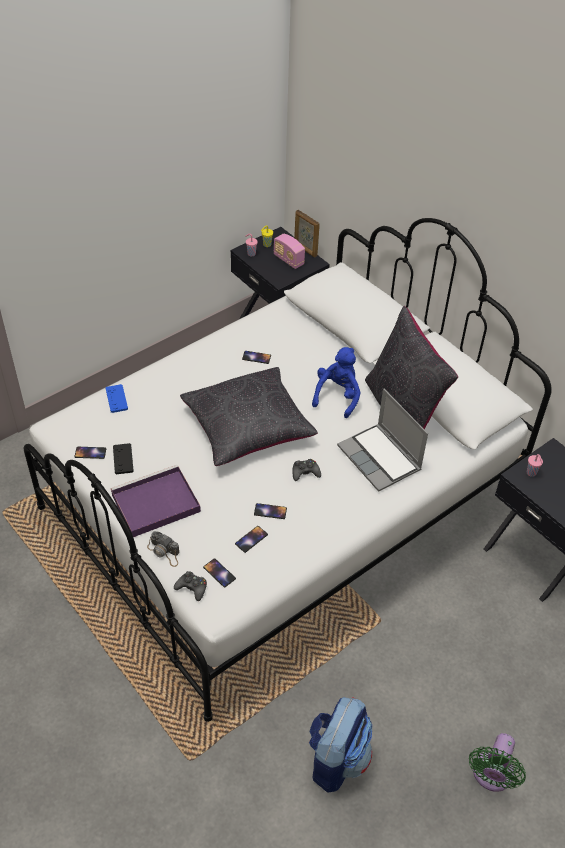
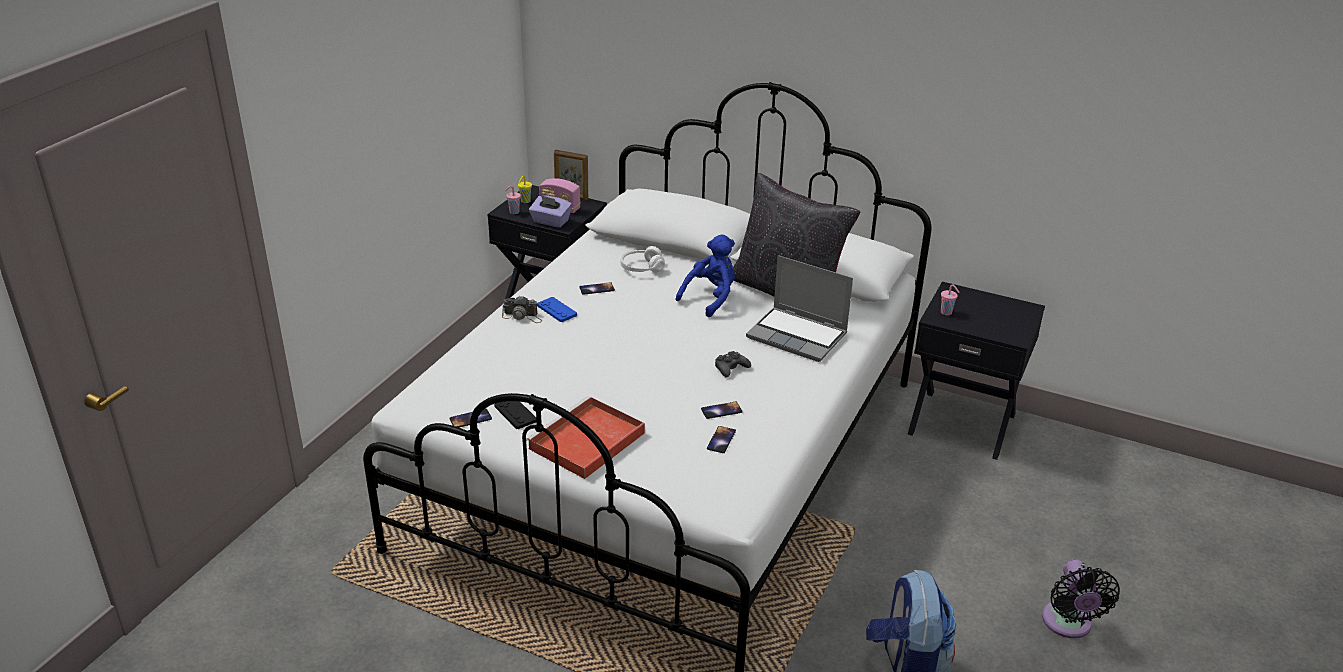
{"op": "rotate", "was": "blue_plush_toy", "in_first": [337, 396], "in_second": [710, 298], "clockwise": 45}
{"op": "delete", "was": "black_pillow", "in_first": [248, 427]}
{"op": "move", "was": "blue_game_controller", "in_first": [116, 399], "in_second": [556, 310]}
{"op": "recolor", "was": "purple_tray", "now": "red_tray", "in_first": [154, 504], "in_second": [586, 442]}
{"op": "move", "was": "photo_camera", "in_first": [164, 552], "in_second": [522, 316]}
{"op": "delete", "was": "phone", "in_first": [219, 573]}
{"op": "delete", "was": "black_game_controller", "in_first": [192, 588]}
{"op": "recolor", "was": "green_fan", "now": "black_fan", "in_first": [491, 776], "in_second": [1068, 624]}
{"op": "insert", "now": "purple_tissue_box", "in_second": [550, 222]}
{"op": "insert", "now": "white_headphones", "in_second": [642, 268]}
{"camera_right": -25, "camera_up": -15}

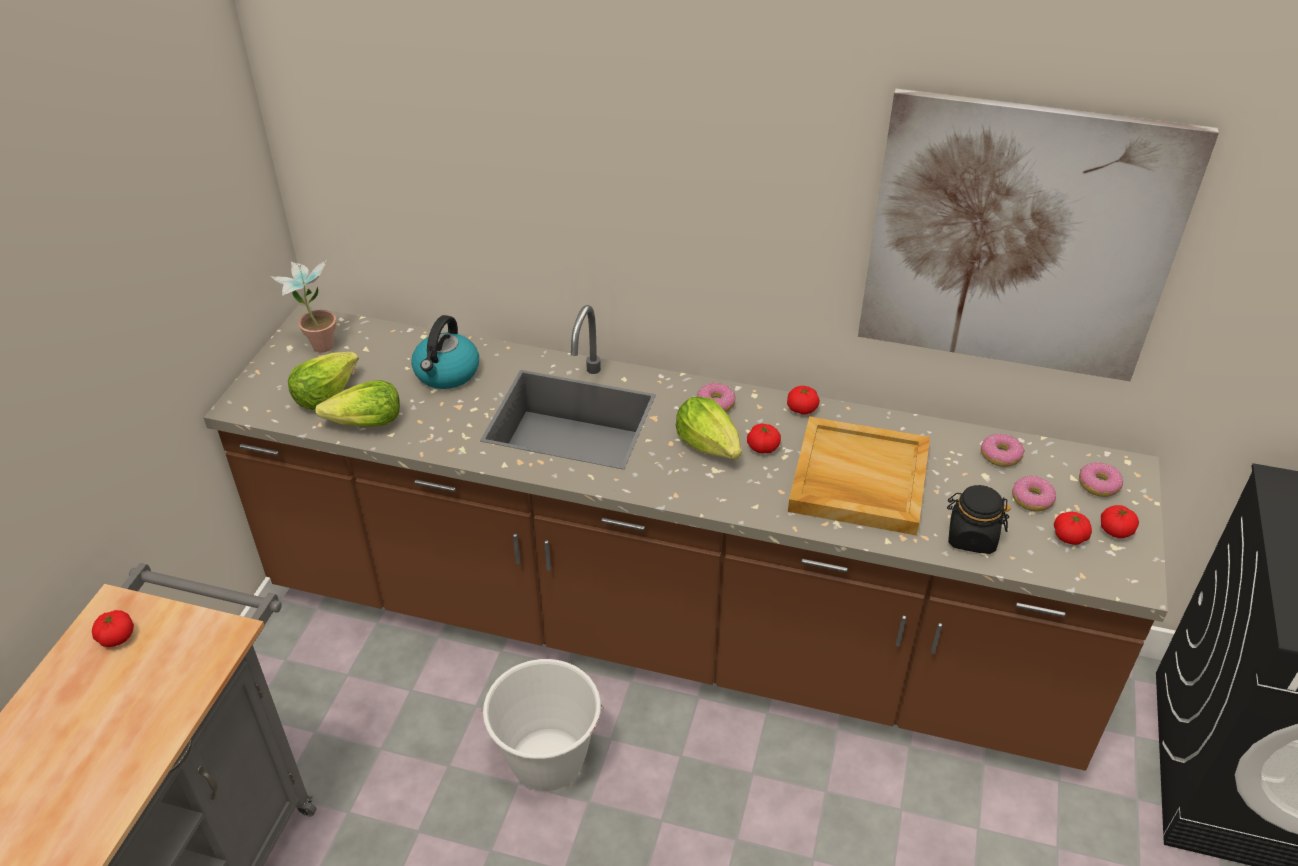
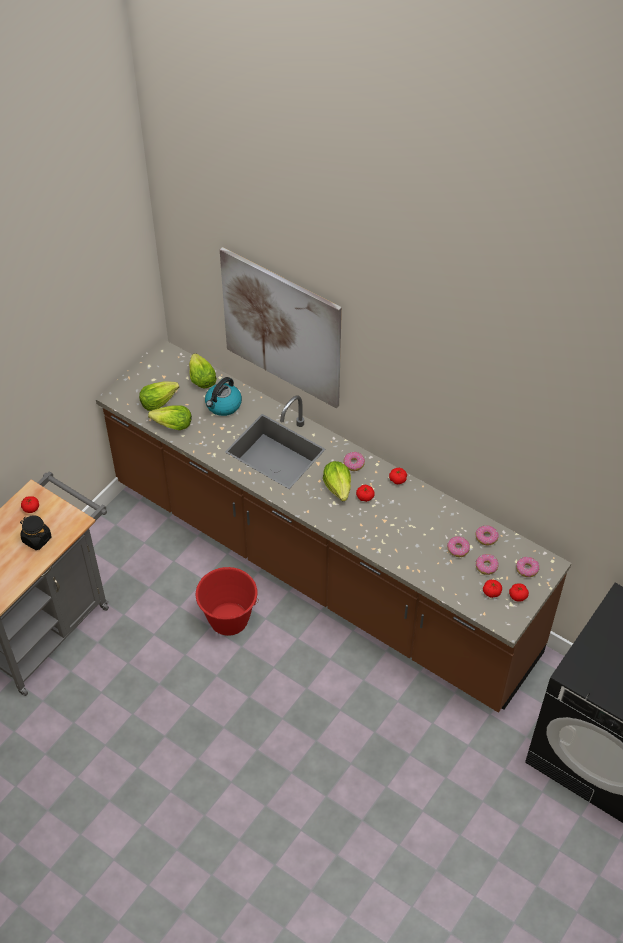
{"op": "move", "was": "picture", "in_first": [1019, 240], "in_second": [282, 328]}
{"op": "delete", "was": "potted_plant", "in_first": [318, 343]}
{"op": "delete", "was": "beige_tray", "in_first": [858, 480]}
{"op": "move", "was": "black_jar", "in_first": [971, 537], "in_second": [36, 539]}
{"op": "recolor", "was": "white_bucket", "now": "red_bucket", "in_first": [547, 761], "in_second": [228, 620]}
{"op": "insert", "now": "lettuce", "in_second": [201, 379]}
{"op": "insert", "now": "donut", "in_second": [458, 549]}
{"camera_right": 20, "camera_up": 10}

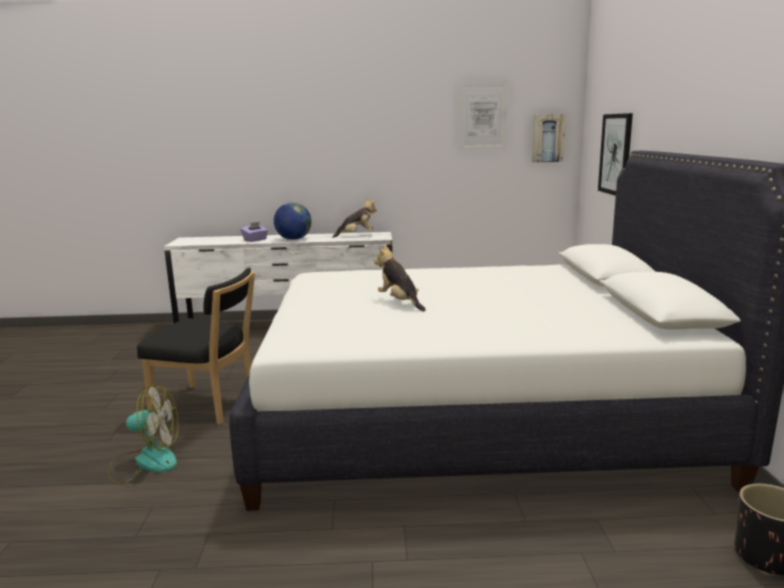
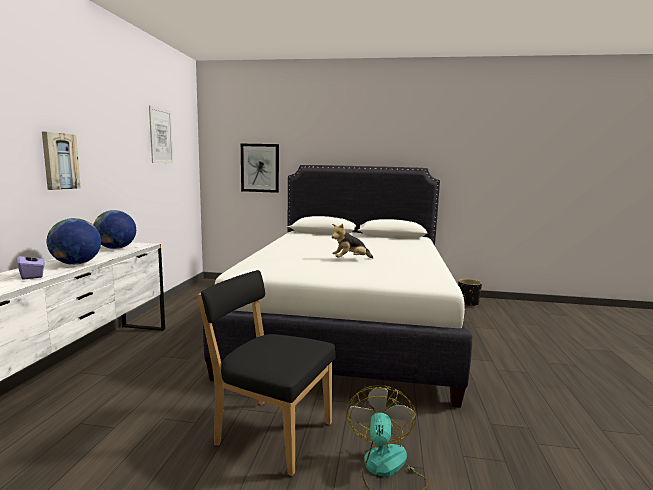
{"op": "move", "was": "picture", "in_first": [547, 138], "in_second": [59, 161]}
{"op": "replace", "was": "plush_toy", "now": "globe", "in_first": [357, 236], "in_second": [116, 248]}
{"op": "rotate", "was": "black_chair", "in_first": [209, 406], "in_second": [270, 432], "clockwise": -90}
{"camera_right": -80, "camera_up": -5}

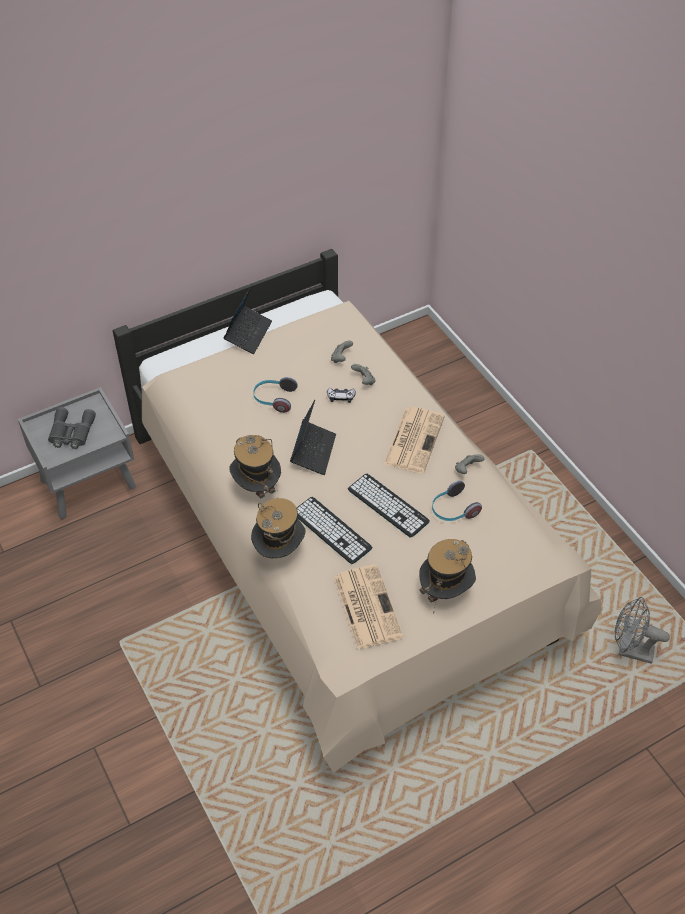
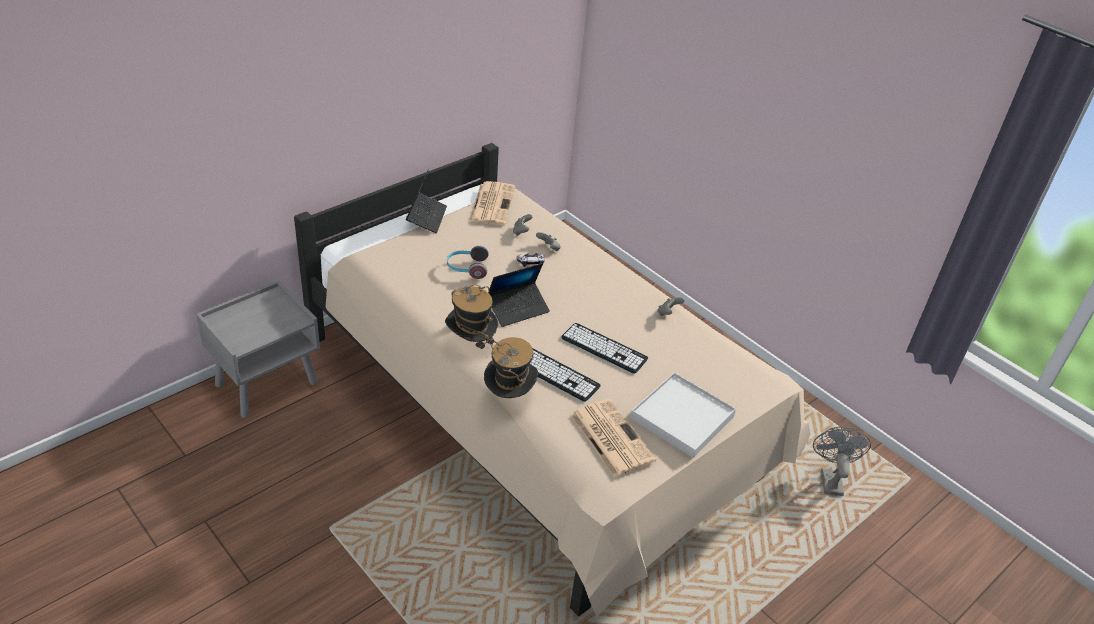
{"op": "rotate", "was": "laptop", "in_first": [313, 451], "in_second": [518, 309], "clockwise": 60}
{"op": "delete", "was": "grey_binoculars", "in_first": [71, 433]}
{"op": "move", "was": "newspaper", "in_first": [414, 439], "in_second": [492, 203]}
{"op": "delete", "was": "headphones", "in_first": [453, 510]}
{"op": "replace", "was": "hat", "now": "white_tray", "in_first": [445, 592], "in_second": [682, 417]}
{"op": "rotate", "was": "grey_fan", "in_first": [630, 650], "in_second": [830, 479], "clockwise": 90}
{"camera_right": -15, "camera_up": -10}

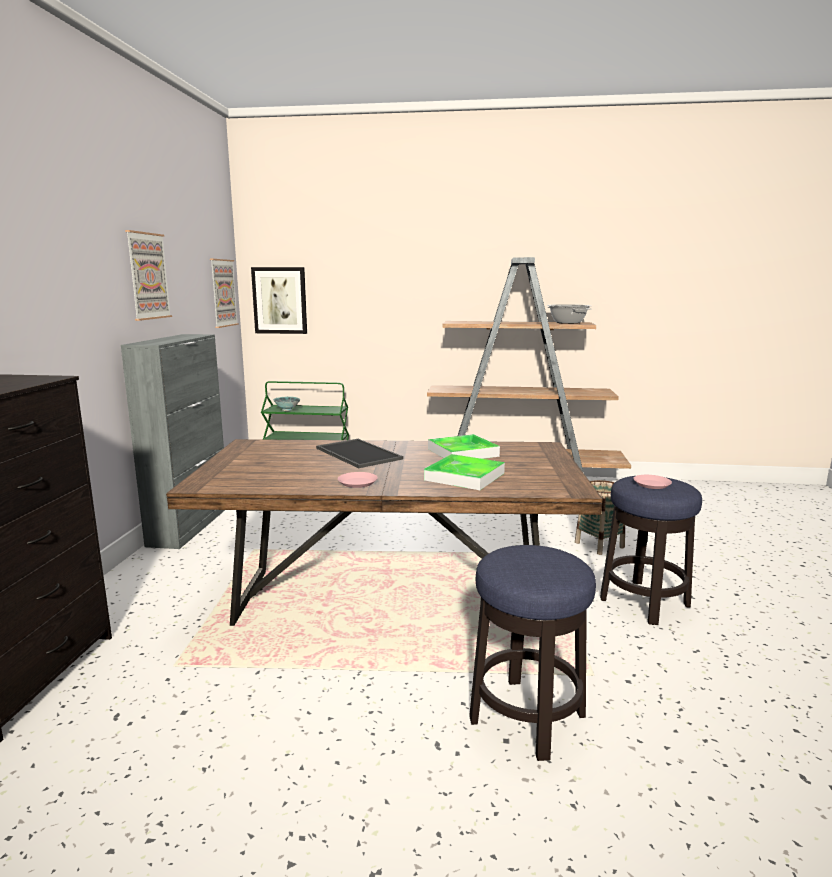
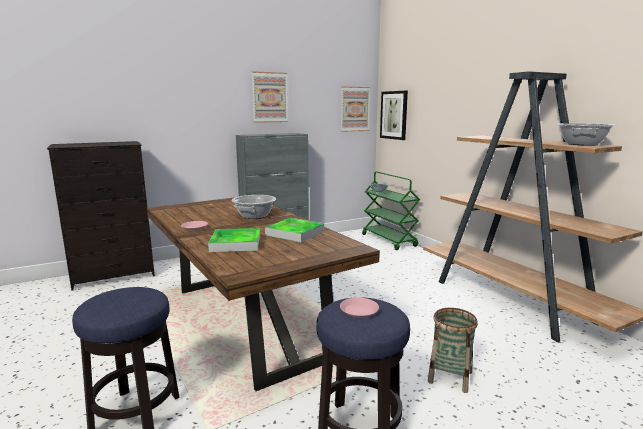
{"op": "replace", "was": "tray", "now": "cooking_pot", "in_first": [356, 453], "in_second": [254, 216]}
{"camera_right": 55, "camera_up": 0}

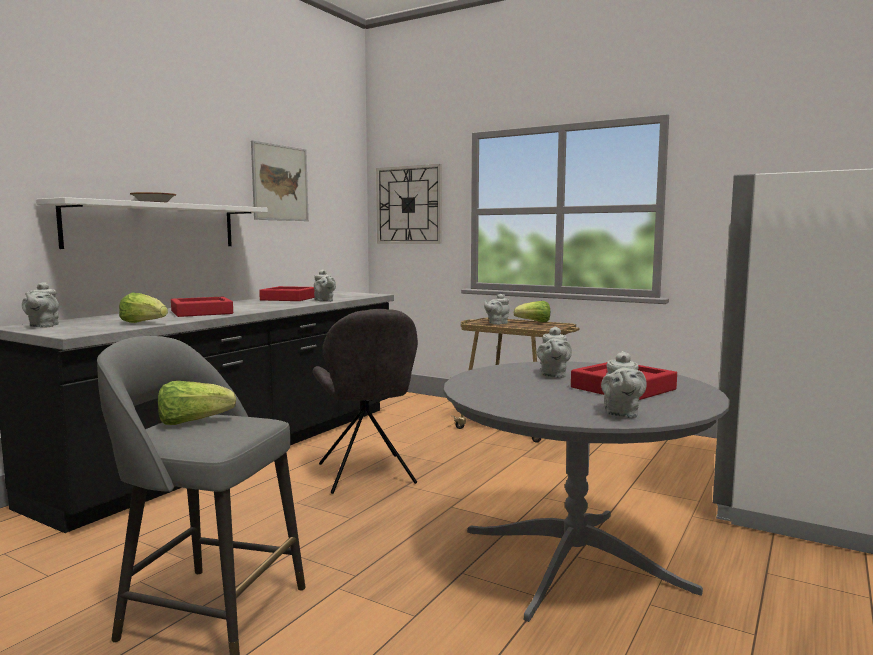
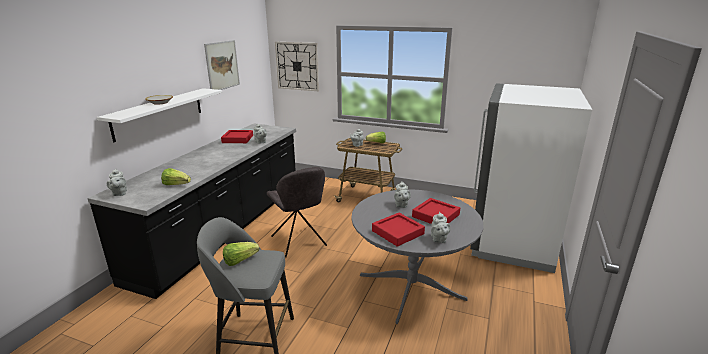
{"op": "move", "was": "red_tray", "in_first": [201, 312], "in_second": [397, 232]}
{"camera_right": -10, "camera_up": 15}

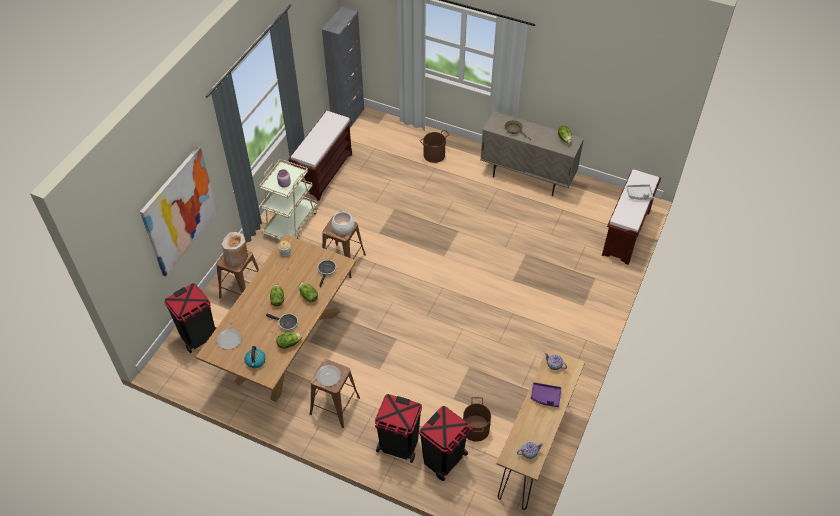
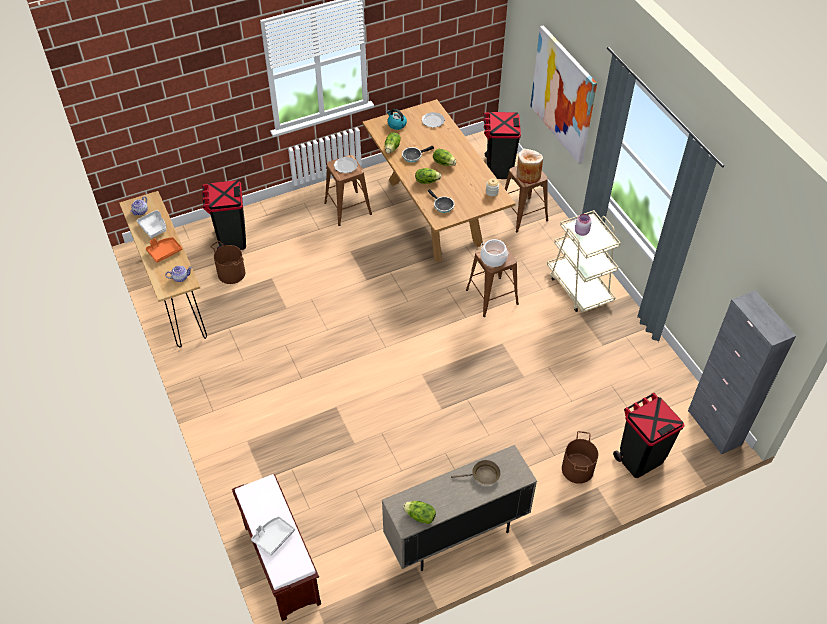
{"op": "delete", "was": "brown_bench", "in_first": [324, 172]}
{"op": "recolor", "was": "purple_tray", "now": "orange_tray", "in_first": [545, 397], "in_second": [164, 252]}
{"op": "move", "was": "black_trash_can", "in_first": [399, 446], "in_second": [639, 459]}
{"op": "insert", "now": "grey_tray", "in_second": [154, 227]}
{"camera_right": 130, "camera_up": 0}

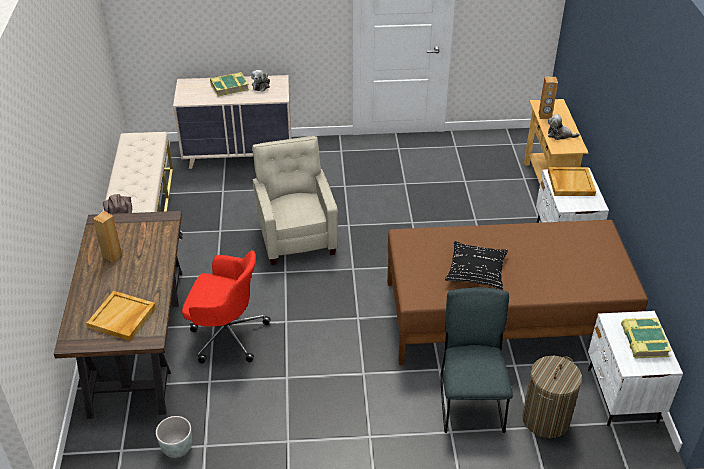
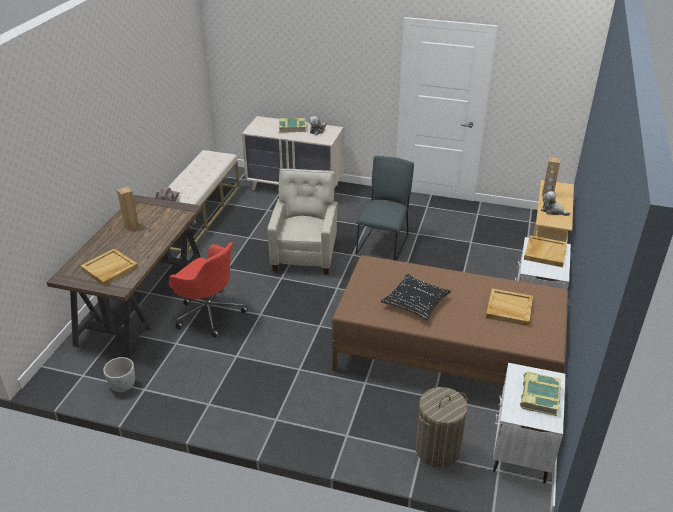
{"op": "move", "was": "grey_chair", "in_first": [470, 401], "in_second": [383, 243]}
{"op": "insert", "now": "beige_tray", "in_second": [508, 309]}
{"camera_right": 20, "camera_up": -5}

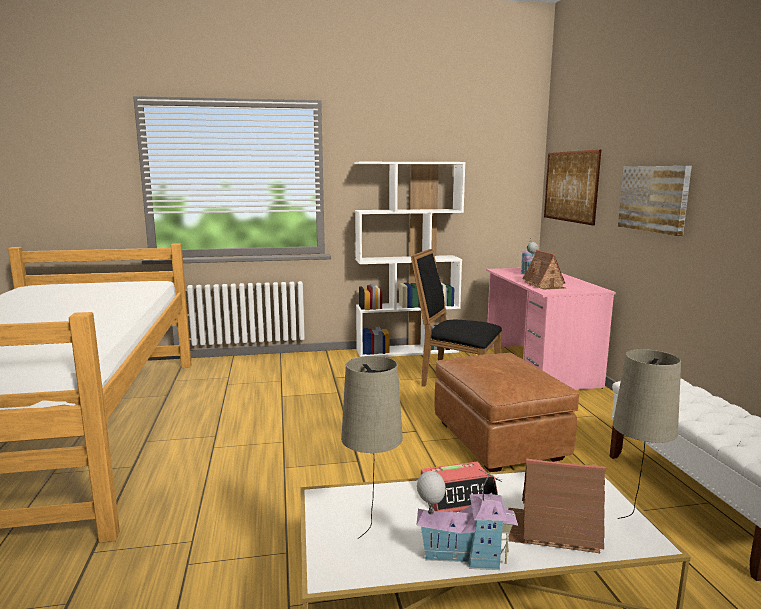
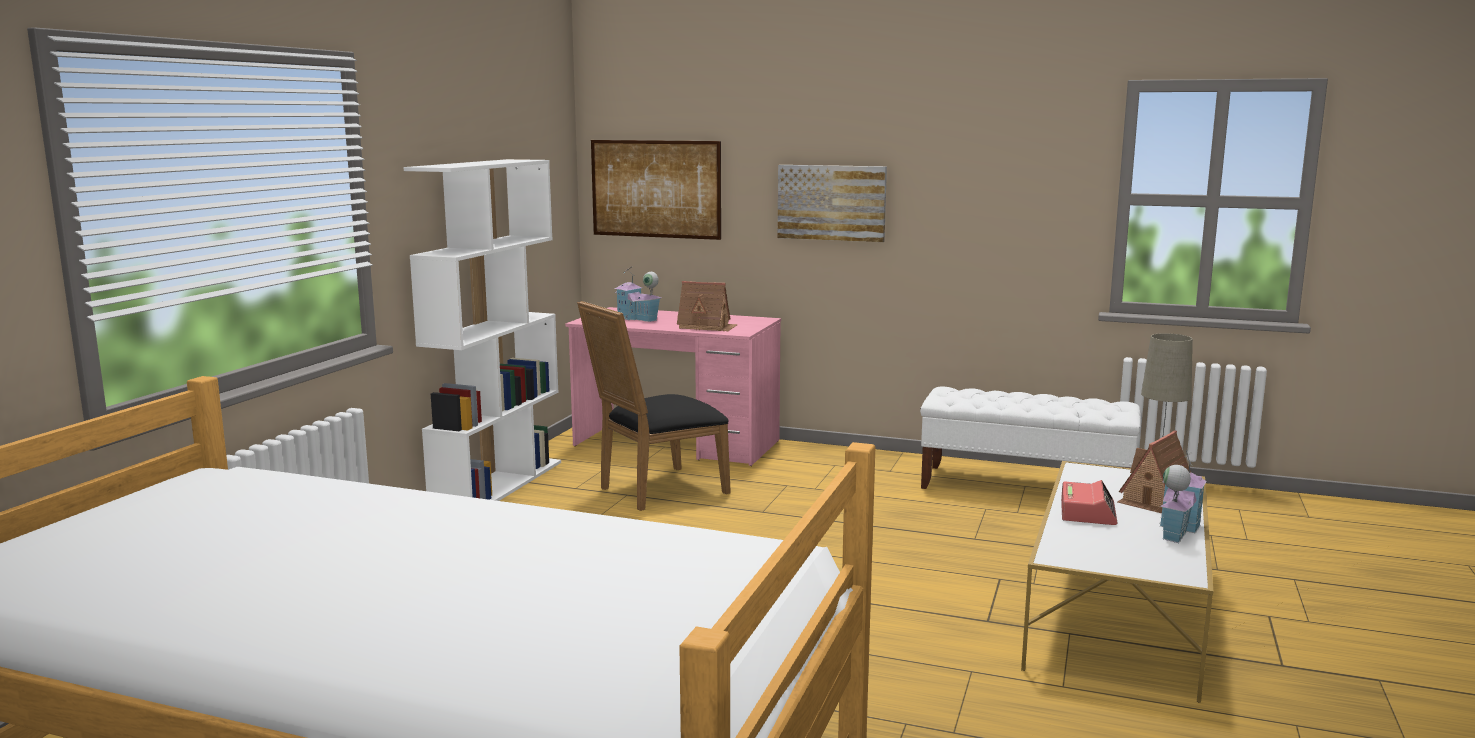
{"op": "delete", "was": "brown_ottoman", "in_first": [498, 440]}
{"op": "delete", "was": "beige_table_lamp", "in_first": [372, 535]}
{"camera_right": -60, "camera_up": 0}

